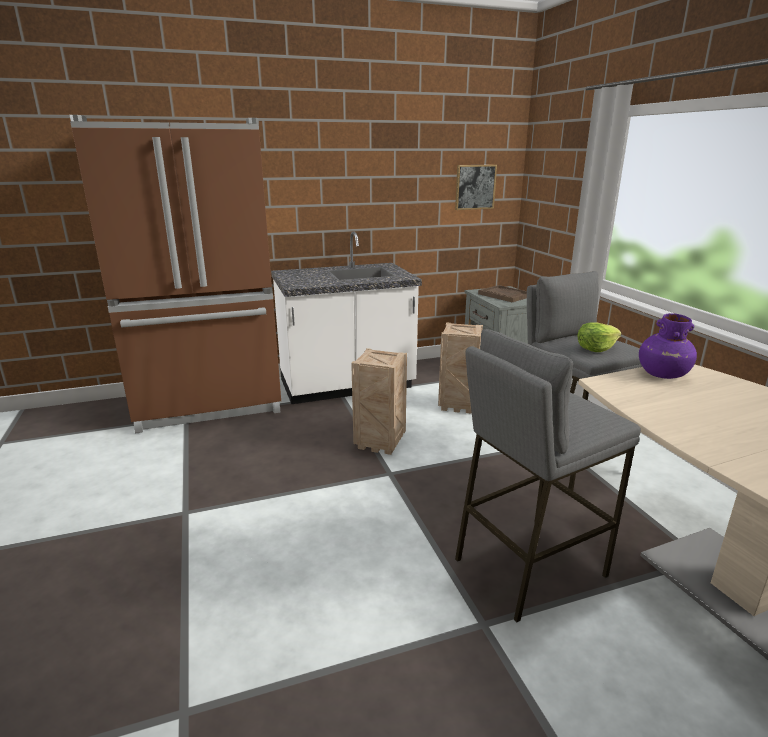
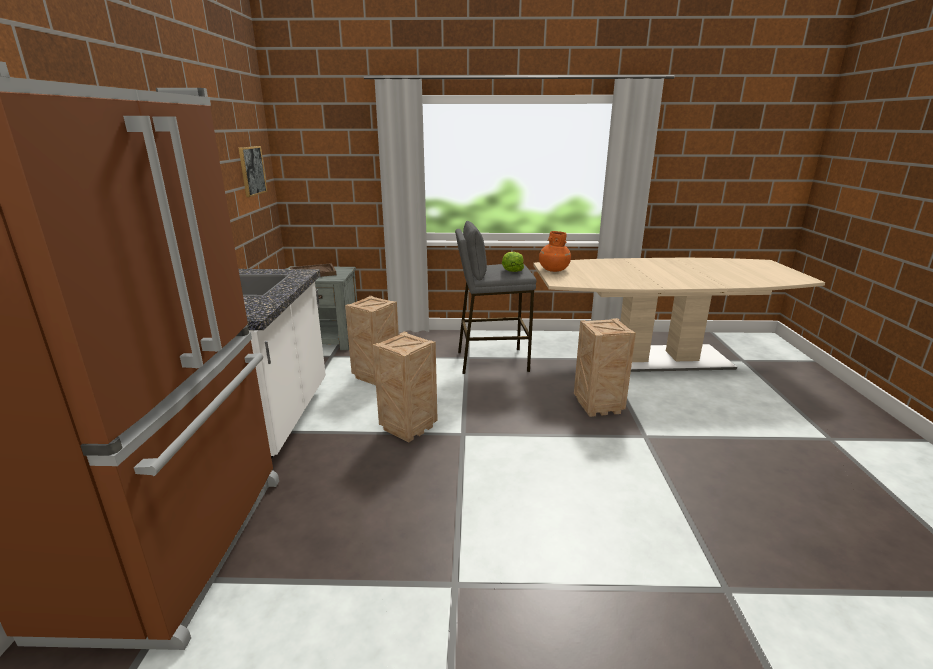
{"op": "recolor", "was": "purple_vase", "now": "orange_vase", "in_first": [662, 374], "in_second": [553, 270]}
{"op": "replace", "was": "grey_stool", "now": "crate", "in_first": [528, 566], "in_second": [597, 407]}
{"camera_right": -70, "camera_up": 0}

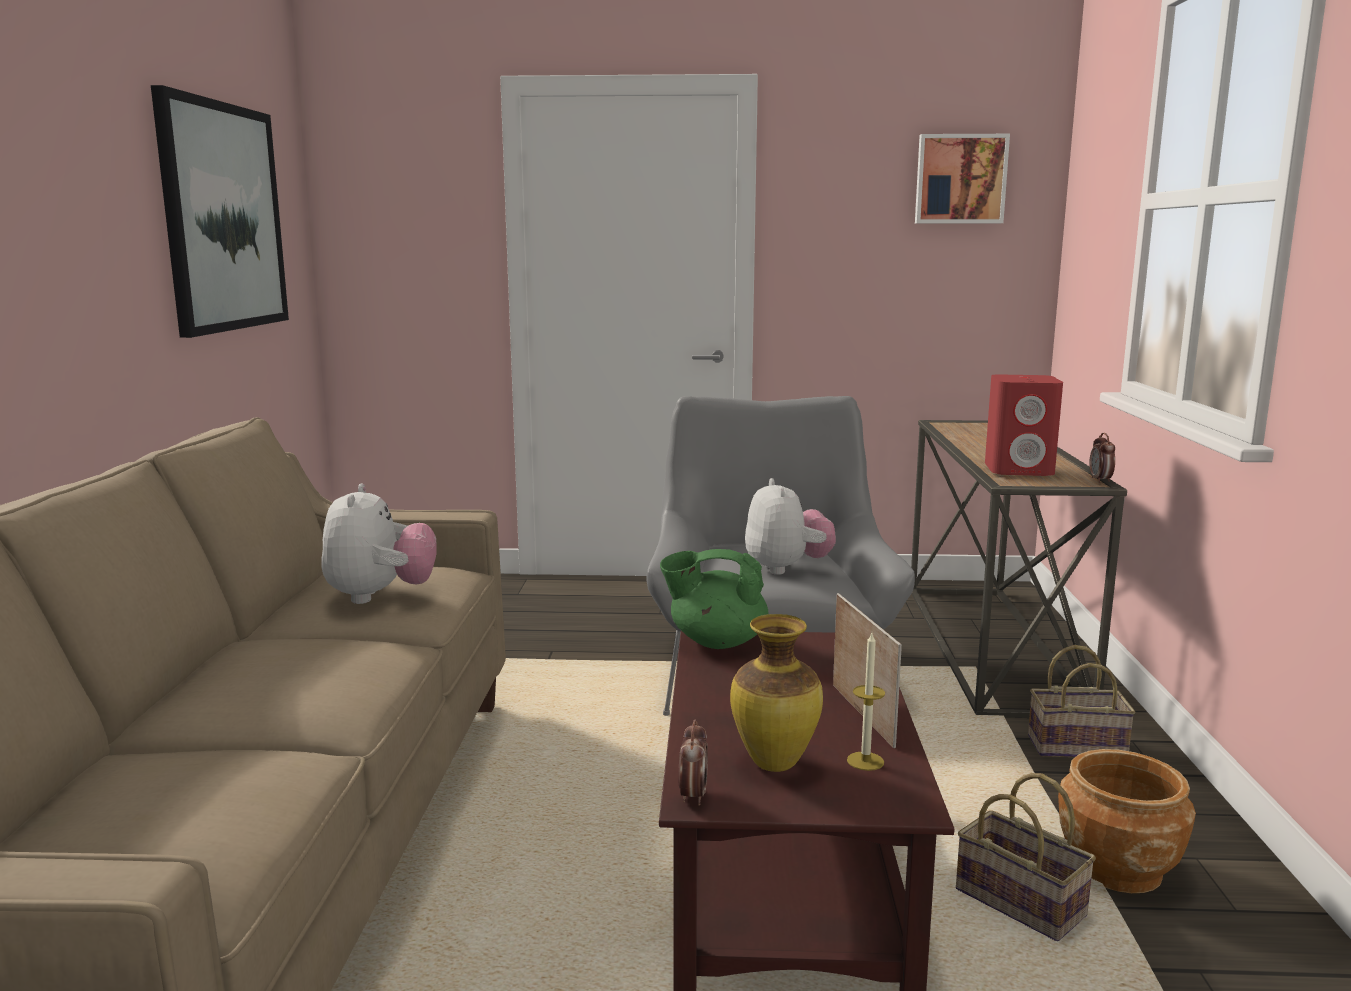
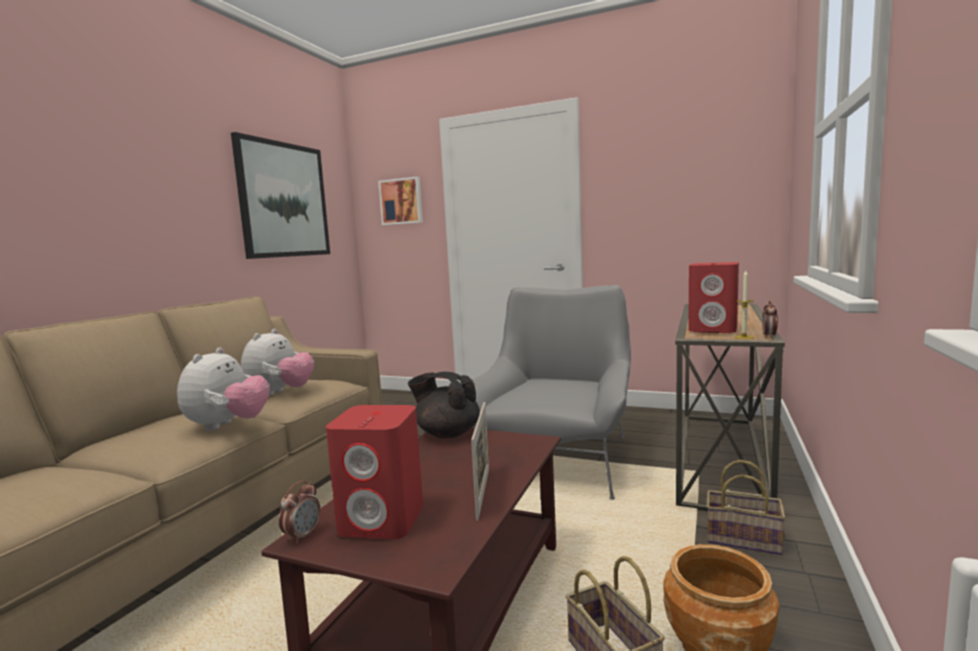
{"op": "move", "was": "picture", "in_first": [960, 179], "in_second": [401, 201]}
{"op": "move", "was": "plush_toy", "in_first": [786, 568], "in_second": [228, 426]}
{"op": "recolor", "was": "green_teapot", "now": "black_teapot", "in_first": [716, 642], "in_second": [447, 434]}
{"op": "replace", "was": "vase", "now": "red_speaker", "in_first": [775, 763], "in_second": [383, 520]}
{"op": "move", "was": "candle", "in_first": [865, 761], "in_second": [744, 337]}
{"camera_right": 20, "camera_up": -5}

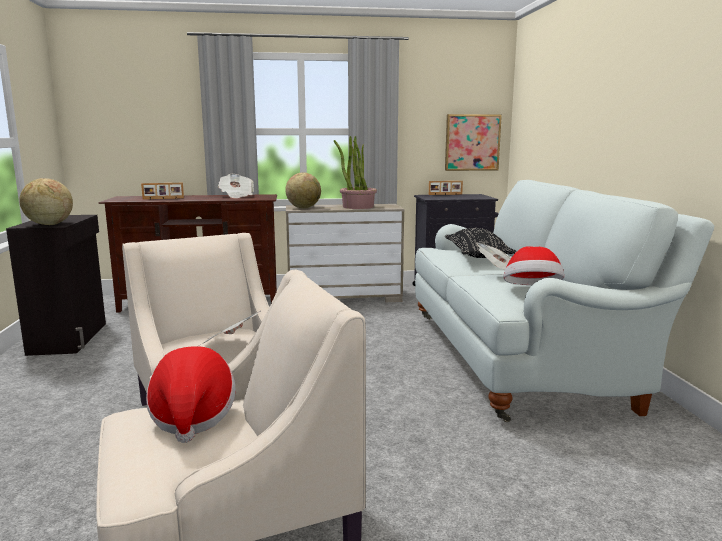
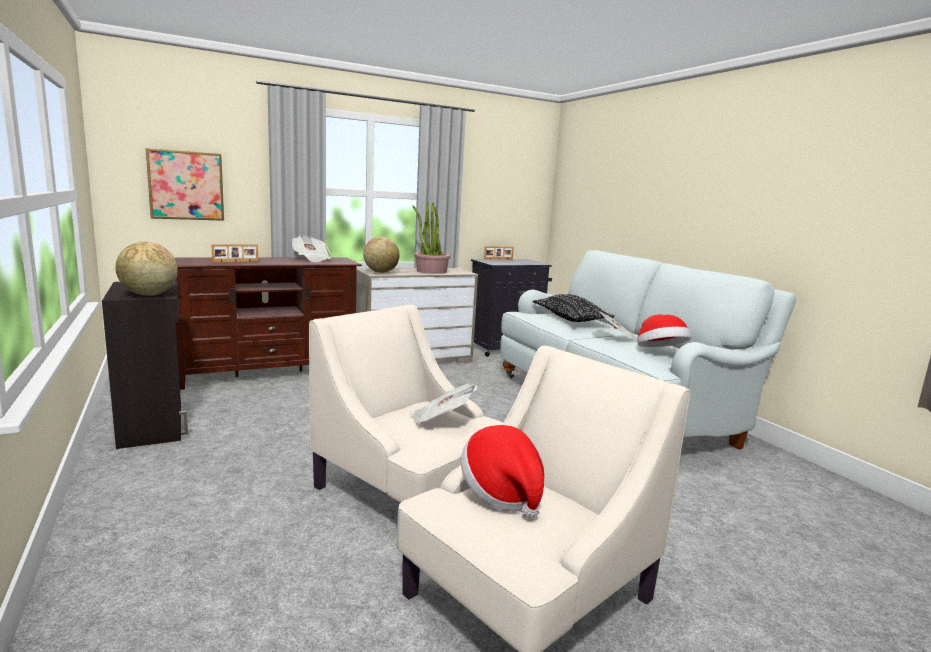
{"op": "move", "was": "picture", "in_first": [472, 142], "in_second": [186, 185]}
{"camera_right": -20, "camera_up": 0}

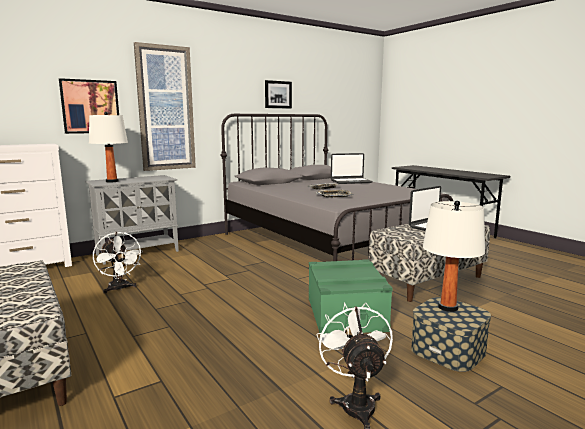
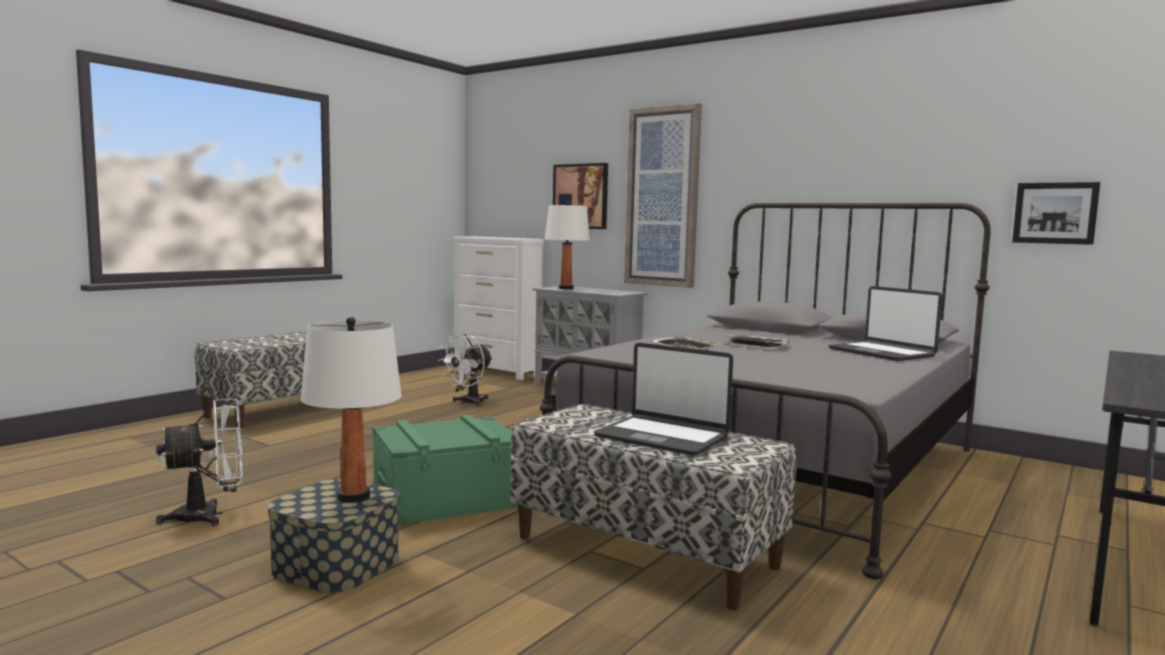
{"op": "move", "was": "picture", "in_first": [278, 94], "in_second": [1055, 213]}
{"camera_right": 70, "camera_up": -5}

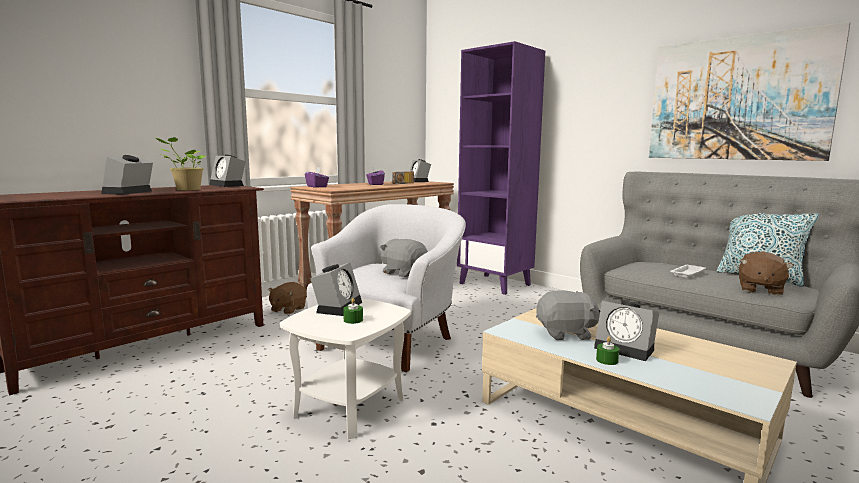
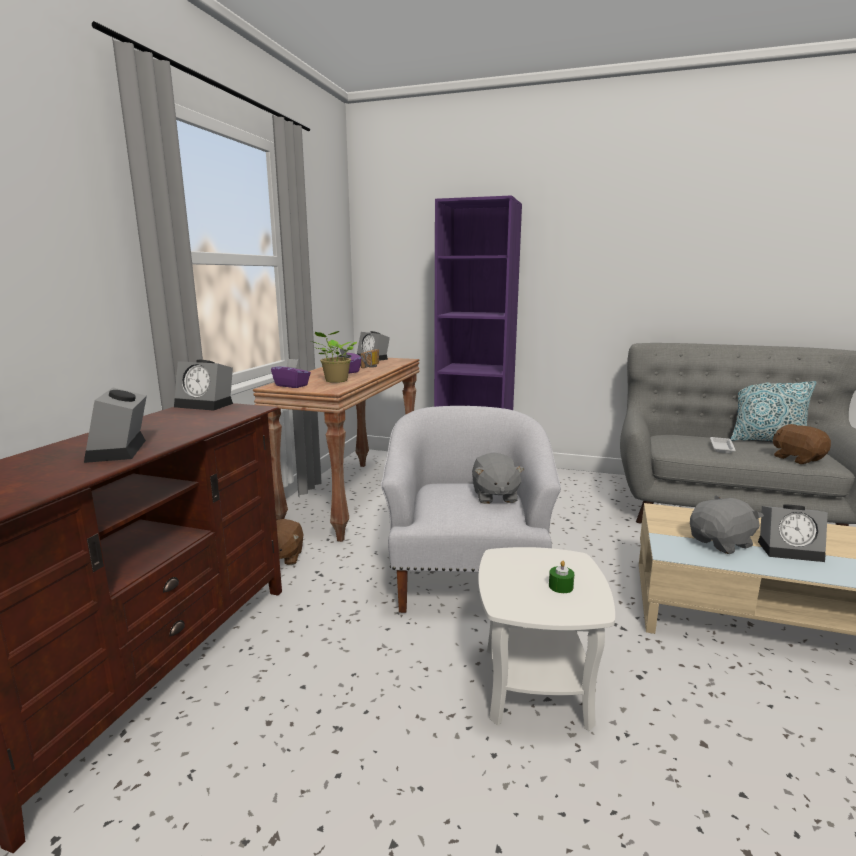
{"op": "delete", "was": "picture", "in_first": [737, 99]}
{"op": "move", "was": "potted_plant", "in_first": [186, 189], "in_second": [335, 381]}
{"op": "rotate", "was": "grey_plush_toy", "in_first": [403, 272], "in_second": [494, 496], "clockwise": -105}
{"op": "rotate", "was": "brown_plush_toy", "in_first": [759, 289], "in_second": [797, 459], "clockwise": 150}
{"op": "delete", "was": "alarm_clock", "in_first": [338, 306]}
{"op": "delete", "was": "green_candle", "in_first": [607, 360]}
{"camera_right": -25, "camera_up": 5}

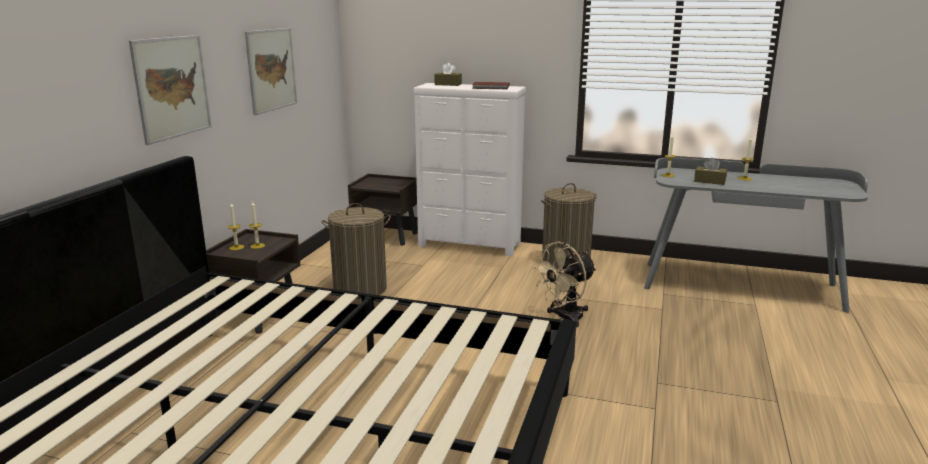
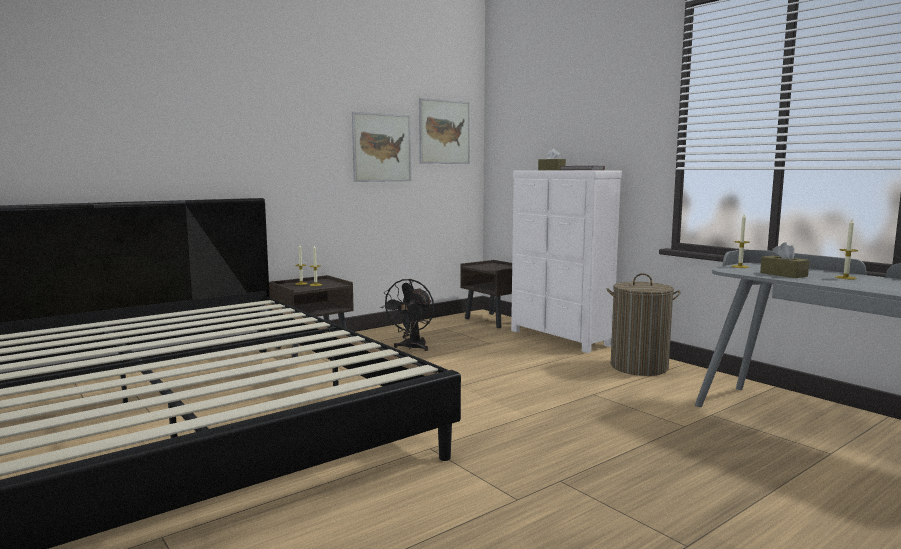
{"op": "move", "was": "picture", "in_first": [172, 87], "in_second": [444, 132]}
{"op": "replace", "was": "laundry_basket", "now": "black_fan", "in_first": [360, 289], "in_second": [411, 348]}
{"op": "delete", "was": "beige_fan", "in_first": [564, 318]}
{"camera_right": 35, "camera_up": -10}

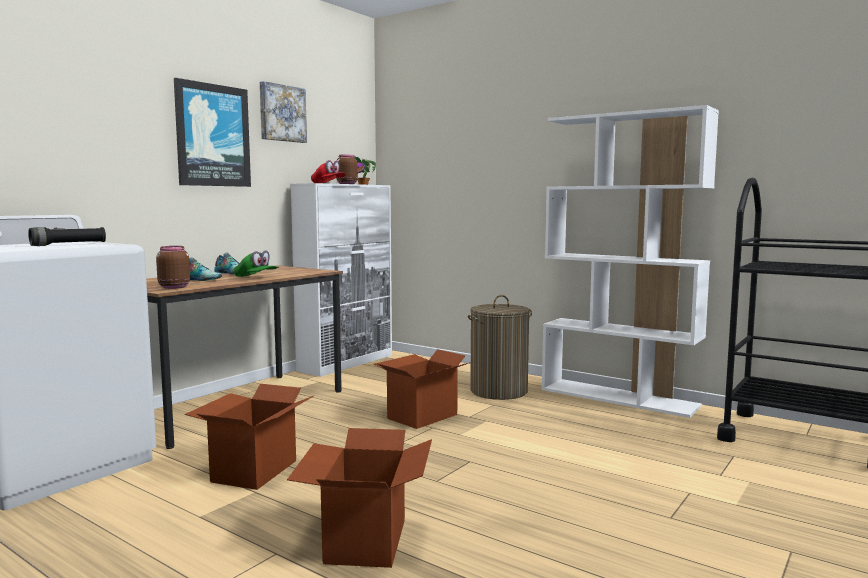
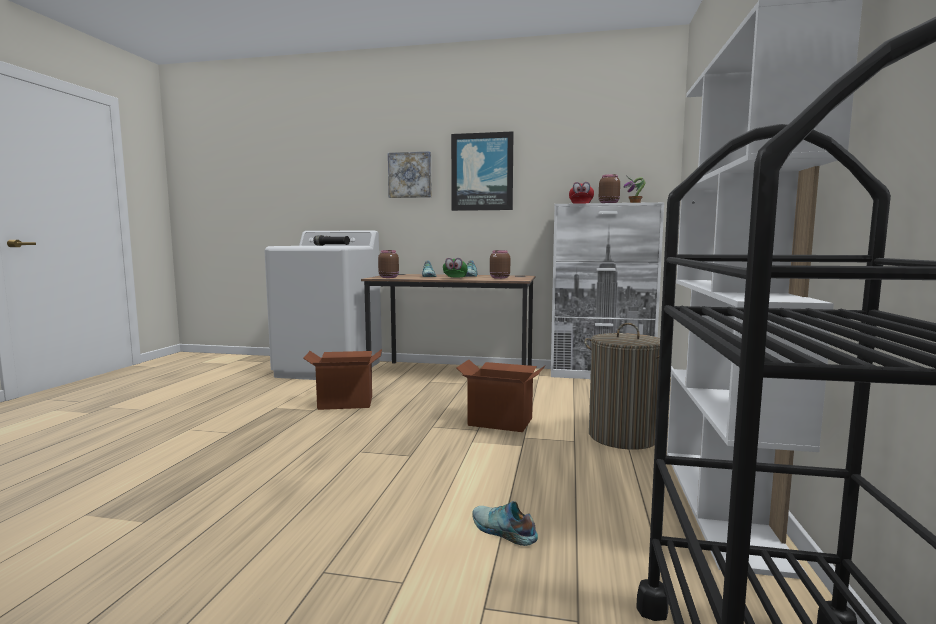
{"op": "move", "was": "picture", "in_first": [281, 113], "in_second": [410, 175]}
{"op": "delete", "was": "cardboard_box", "in_first": [364, 541]}
{"op": "insert", "now": "brown_jar", "in_second": [499, 278]}
{"op": "insert", "now": "shoe", "in_second": [502, 531]}
{"camera_right": 65, "camera_up": 0}

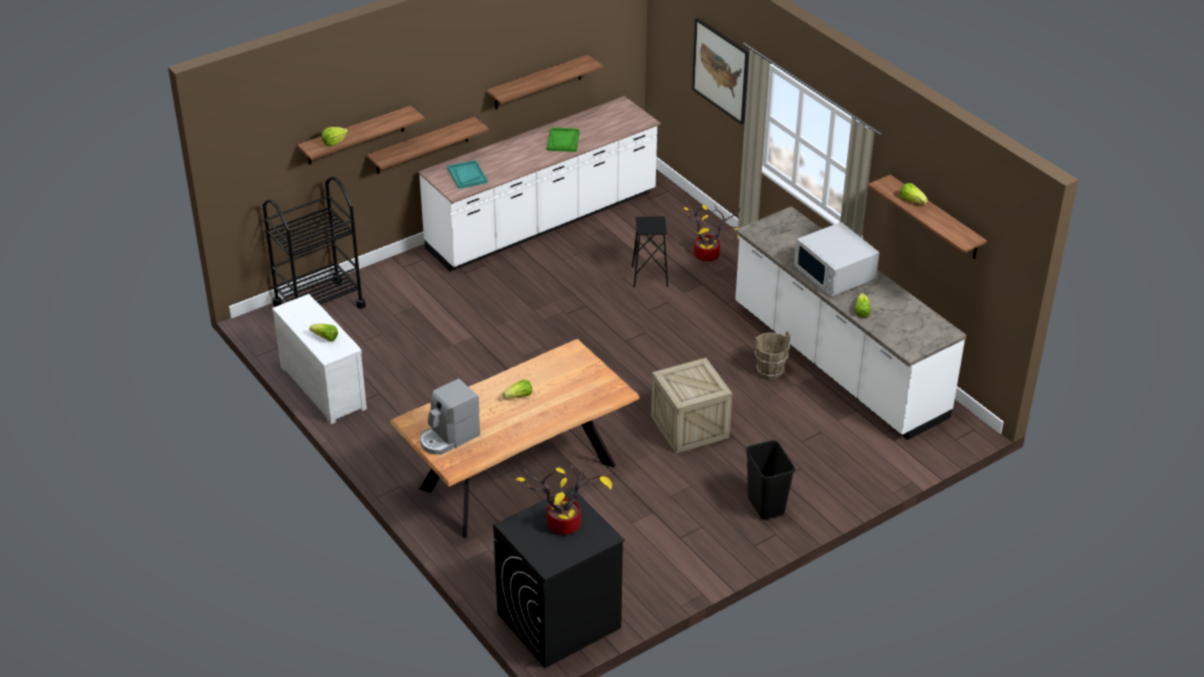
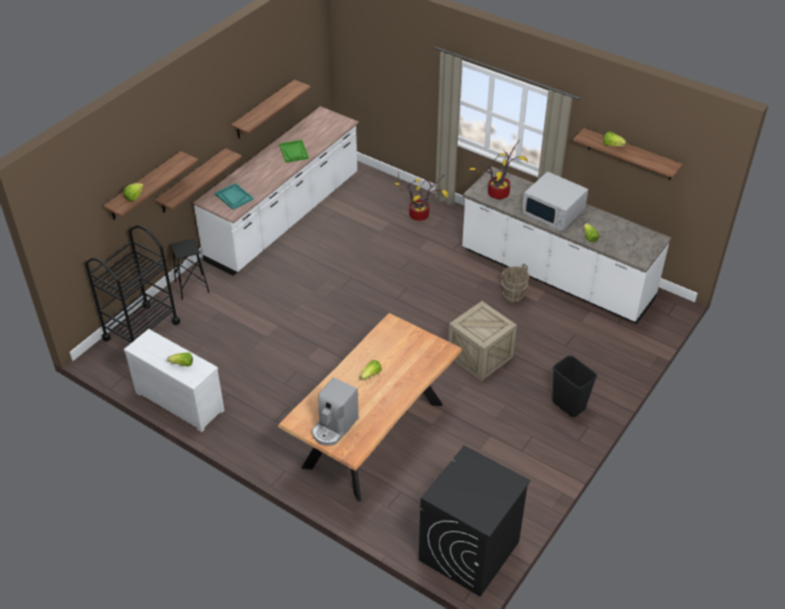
{"op": "delete", "was": "picture", "in_first": [721, 70]}
{"op": "move", "was": "black_stool", "in_first": [650, 276], "in_second": [192, 287]}
{"op": "move", "was": "potted_plant", "in_first": [565, 522], "in_second": [498, 192]}
{"camera_right": -20, "camera_up": 5}

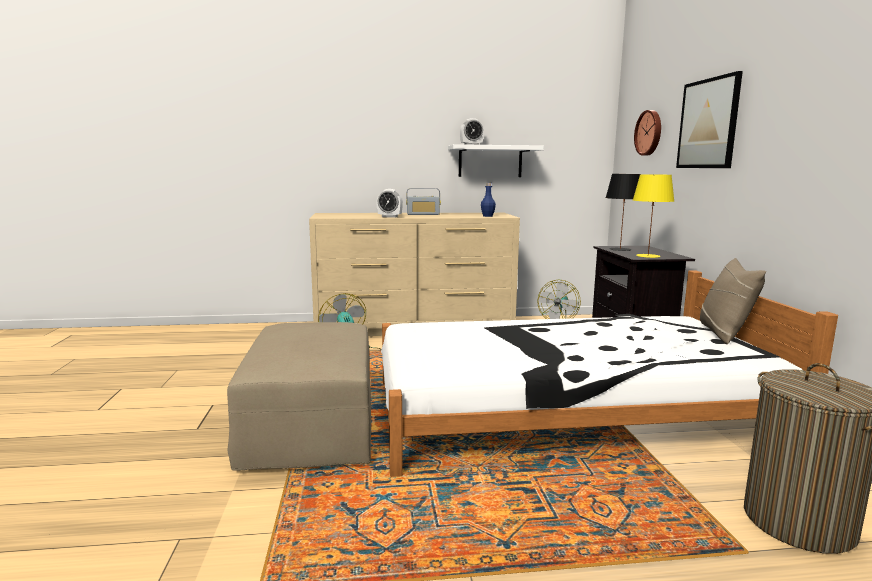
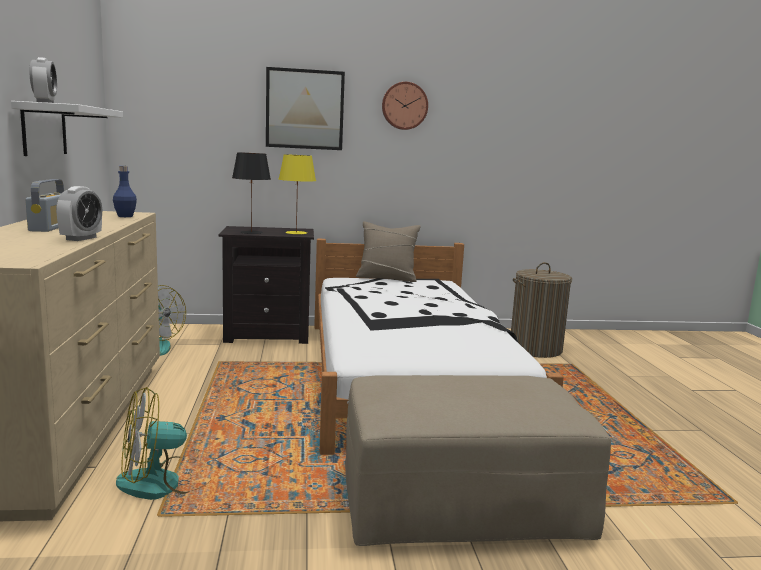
{"op": "move", "was": "wall_clock", "in_first": [649, 133], "in_second": [404, 106]}
{"camera_right": -90, "camera_up": 0}

